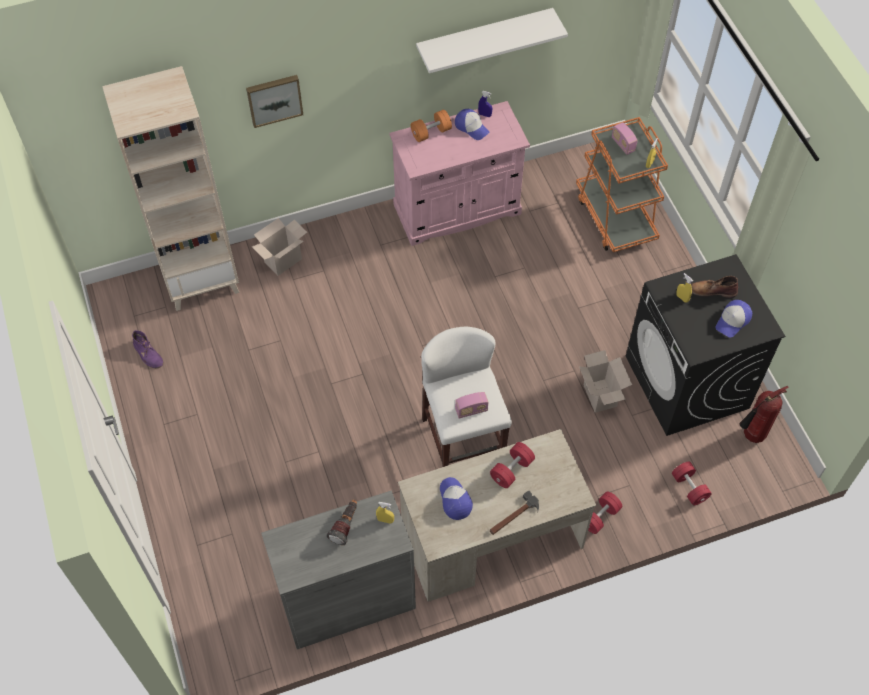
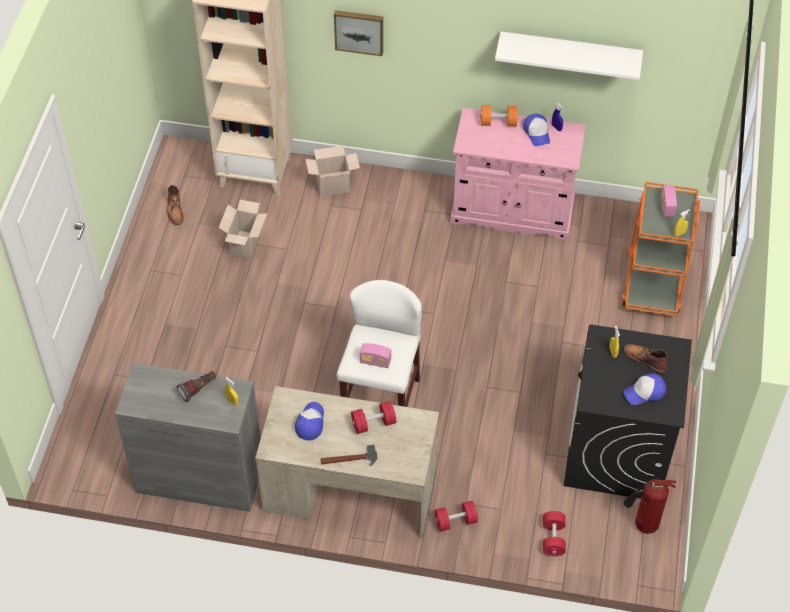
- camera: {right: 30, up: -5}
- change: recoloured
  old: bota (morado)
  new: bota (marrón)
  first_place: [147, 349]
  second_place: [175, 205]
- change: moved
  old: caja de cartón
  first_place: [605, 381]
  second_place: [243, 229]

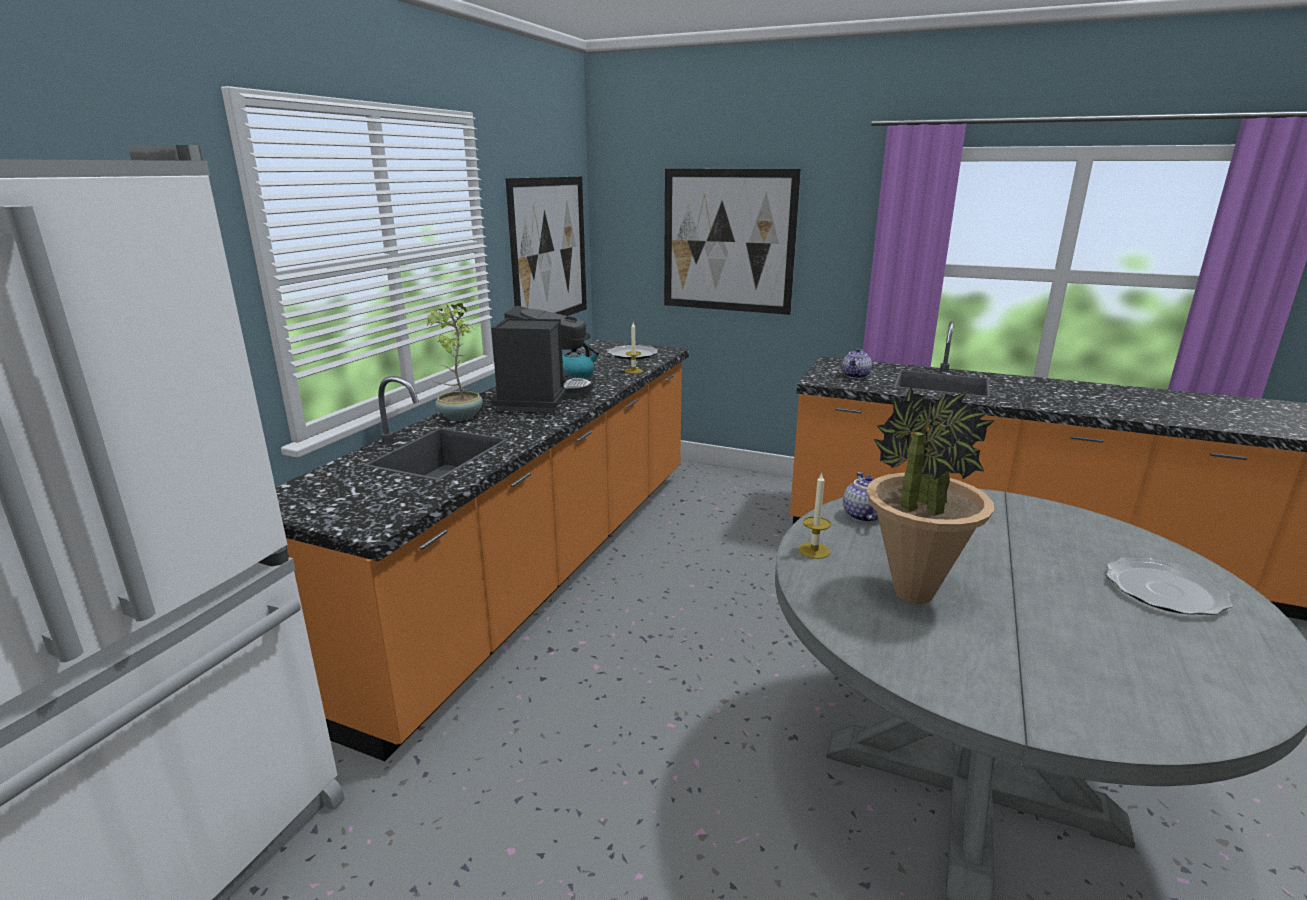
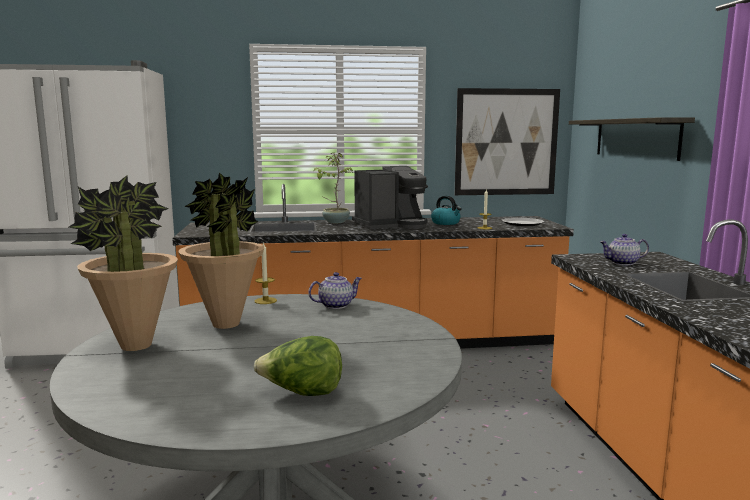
- camera: {right: 60, up: -10}
- change: replaced
  old: cuadro
  new: estante
  first_place: [732, 242]
  second_place: [632, 139]
- change: replaced
  old: plato
  new: lechuga
  first_place: [1169, 586]
  second_place: [298, 366]
- change: added
  new: planta en maceta
  second_place: [123, 263]

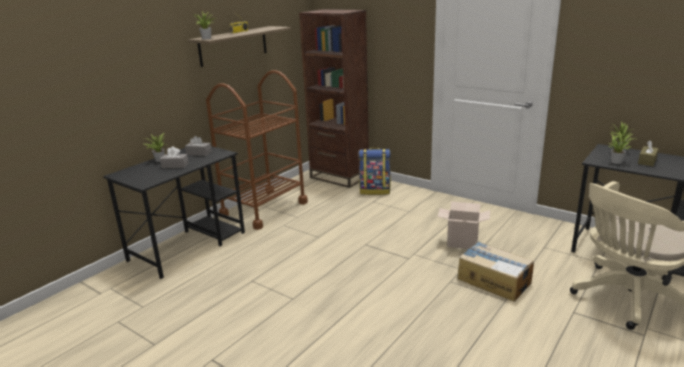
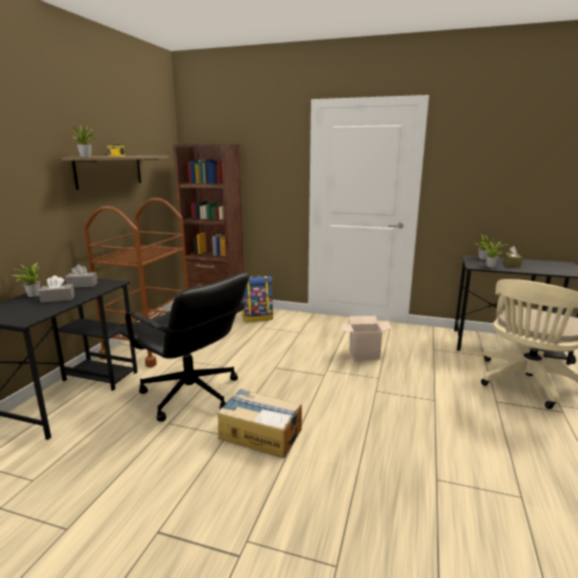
- camera: {right: -20, up: -5}
- change: moved
  old: caja de cartón
  first_place: [496, 271]
  second_place: [260, 423]
- change: added
  new: silla de oficina (negro)
  second_place: [184, 347]

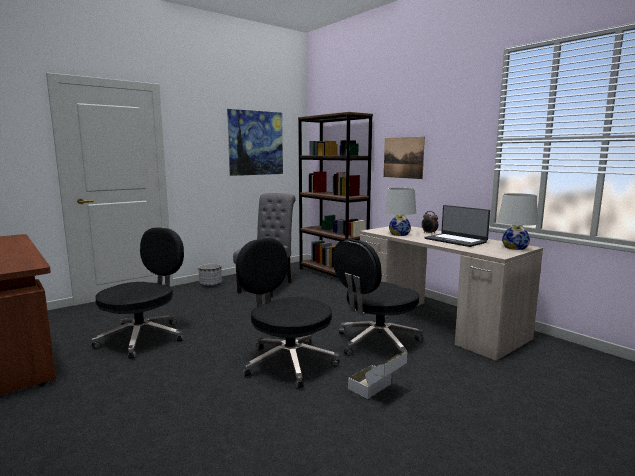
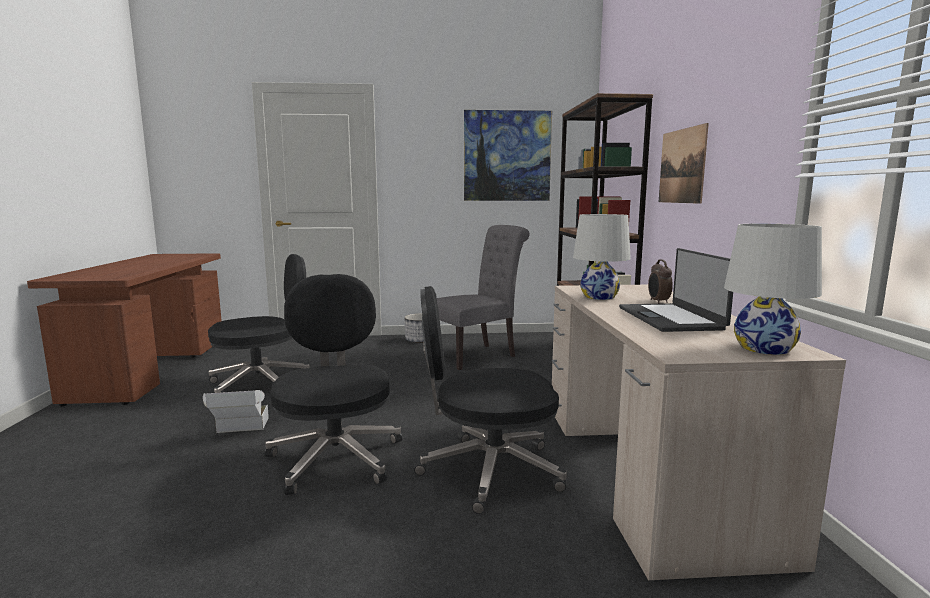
- camera: {right: 35, up: 0}
- change: moved
  old: caja de cartón
  first_place: [377, 374]
  second_place: [236, 411]

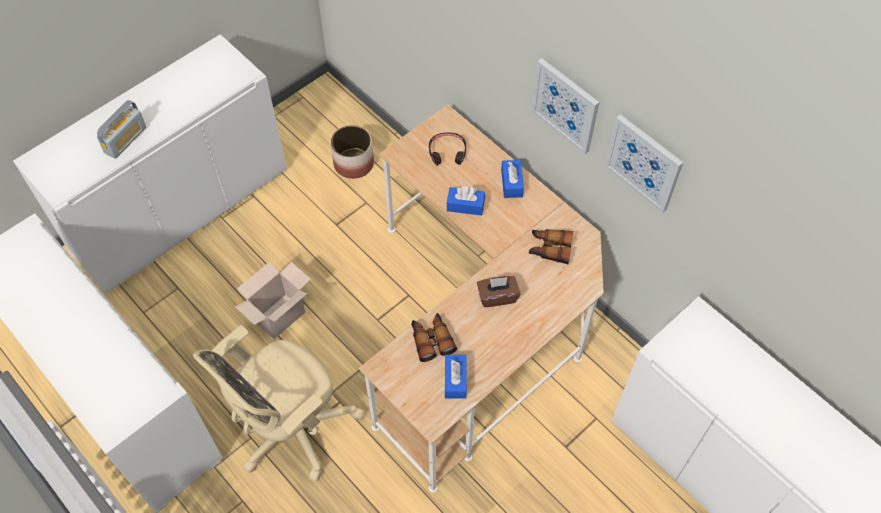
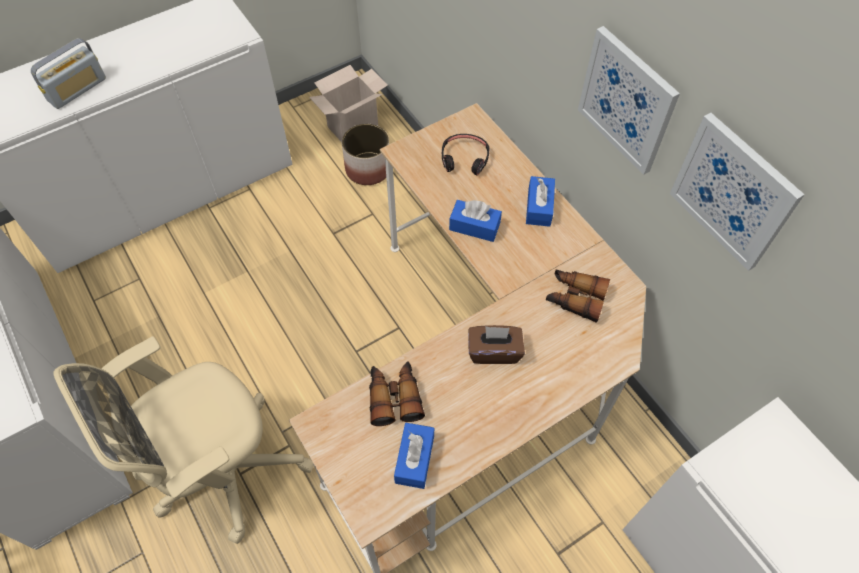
- camera: {right: 10, up: 0}
- change: moved
  old: caja de cartón
  first_place: [273, 300]
  second_place: [348, 103]

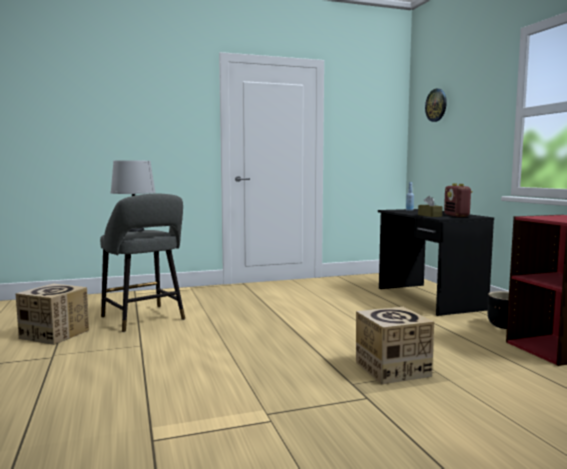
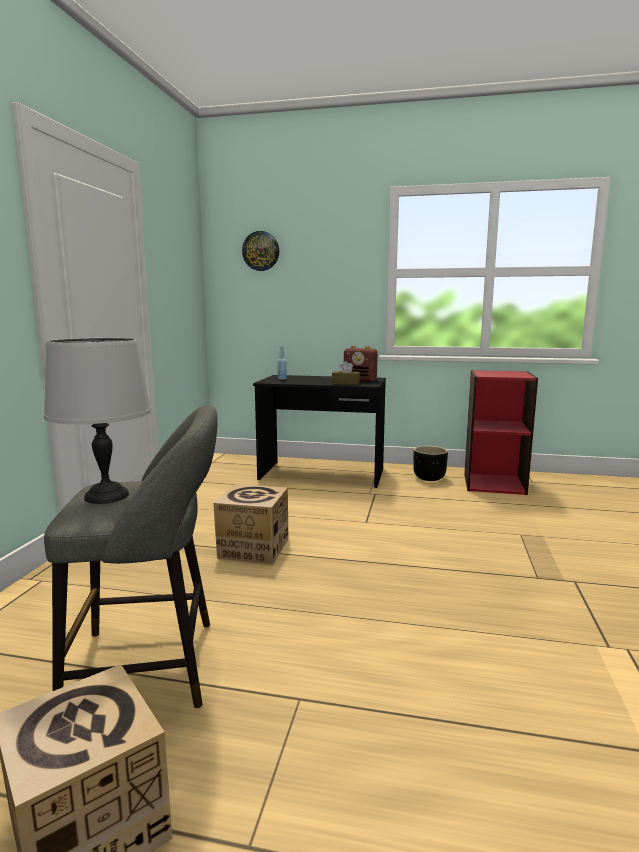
- camera: {right: -60, up: 5}
- change: moved
  old: caja de cartón
  first_place: [395, 345]
  second_place: [250, 524]

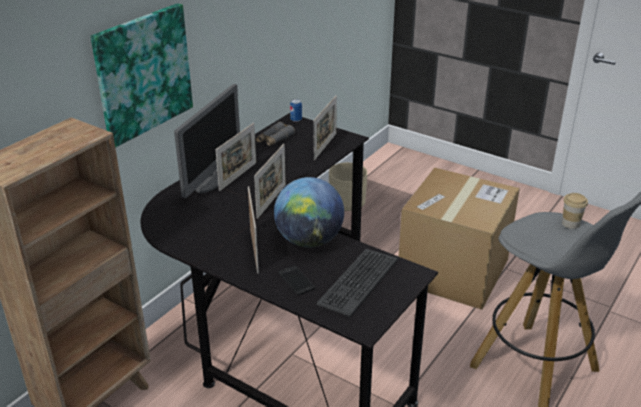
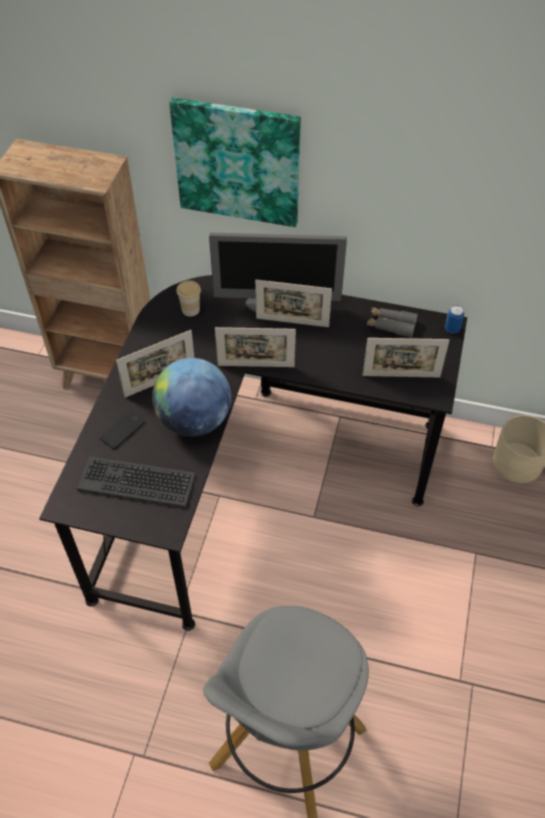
- camera: {right: 70, up: 20}
- change: removed
  old: caja de cartón
  first_place: [459, 238]
- change: moved
  old: taza
  first_place: [575, 211]
  second_place: [189, 298]

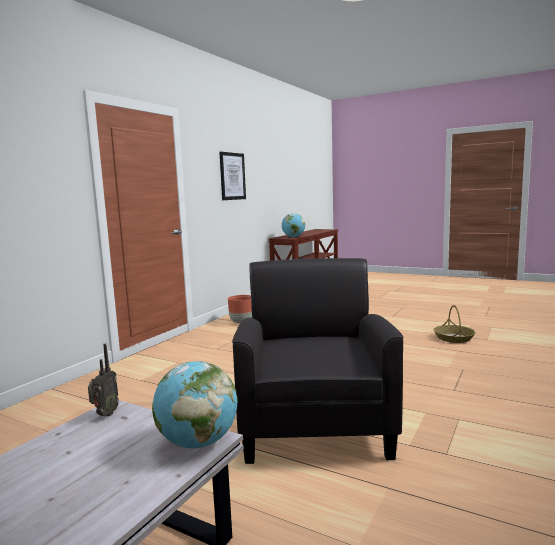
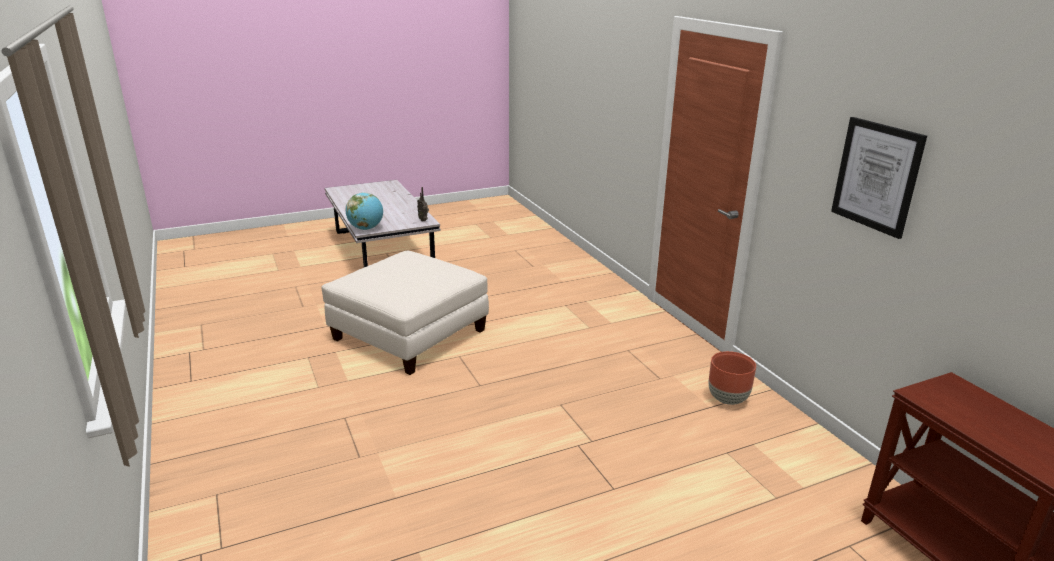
- camera: {right: 125, up: 15}
- change: replaced
  old: sillón (negro)
  new: puf (blanco)
  first_place: [317, 361]
  second_place: [405, 313]
- change: removed
  old: globo terráqueo
  first_place: [293, 225]
- change: removed
  old: cesta
  first_place: [455, 324]

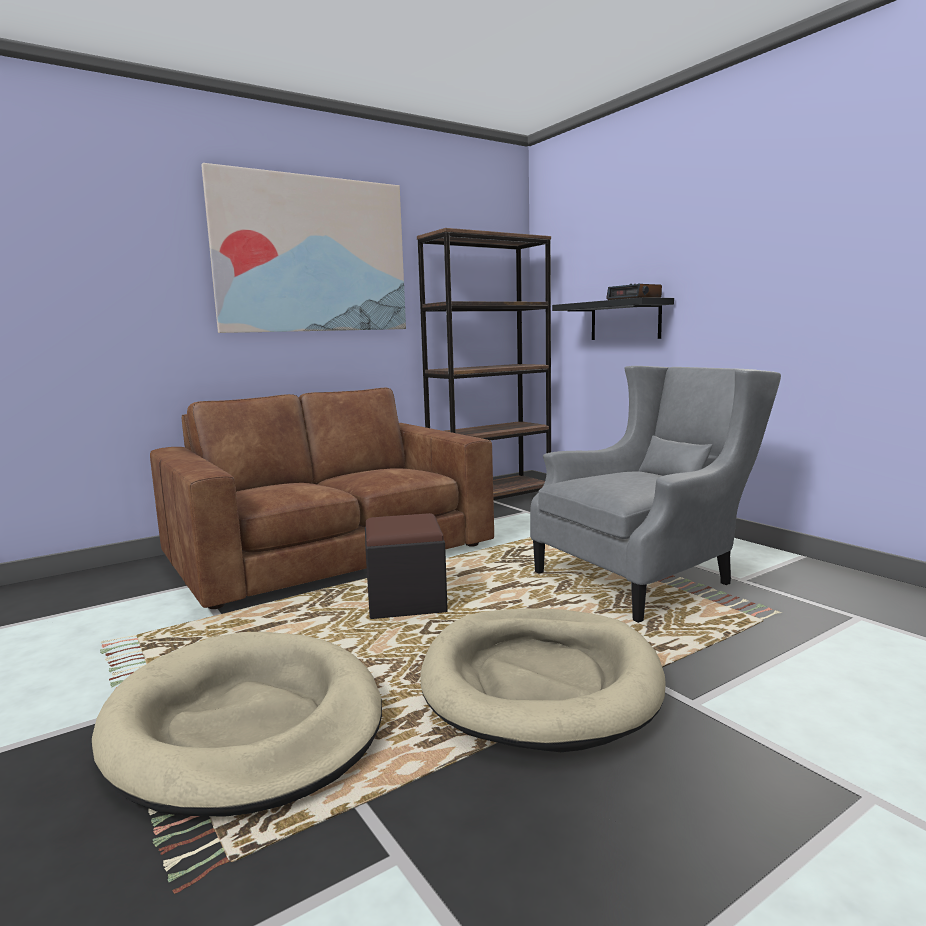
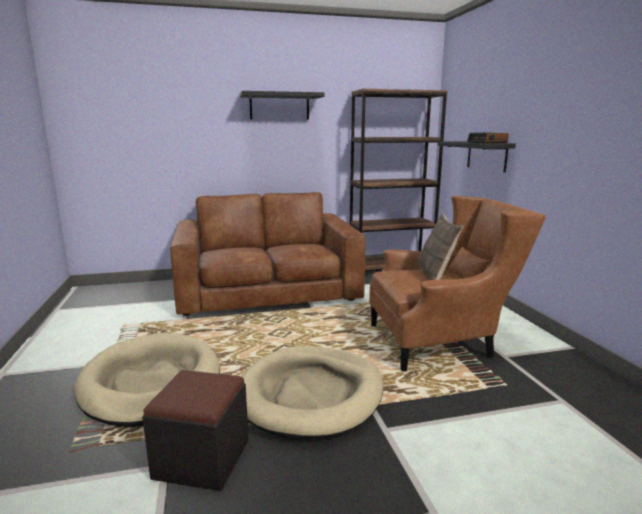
- camera: {right: 20, up: 5}
- change: replaced
  old: cuadro
  new: estante (negro)
  first_place: [303, 248]
  second_place: [282, 105]
- change: moved
  old: puf (negro)
  first_place: [406, 566]
  second_place: [195, 430]
- change: recoloured
  old: sillón (gris)
  new: sillón (marrón)
  first_place: [655, 494]
  second_place: [457, 284]
- change: added
  new: cojín
  second_place: [440, 246]

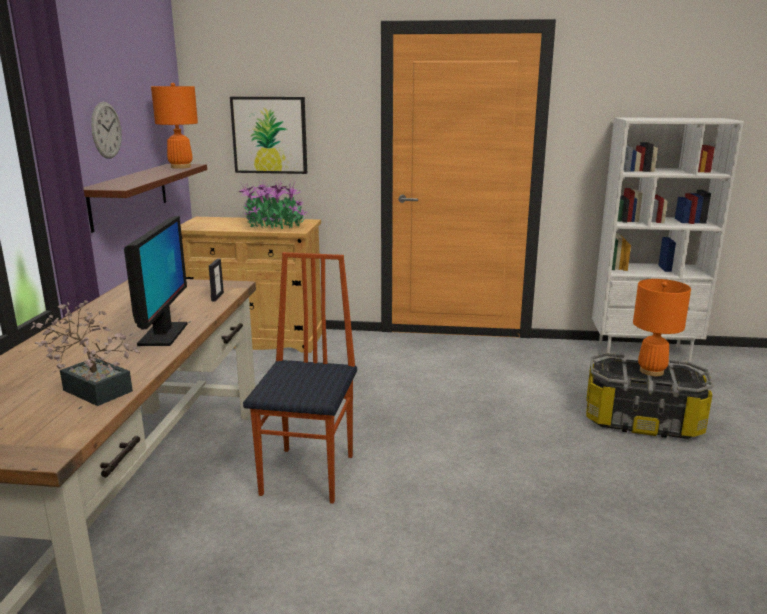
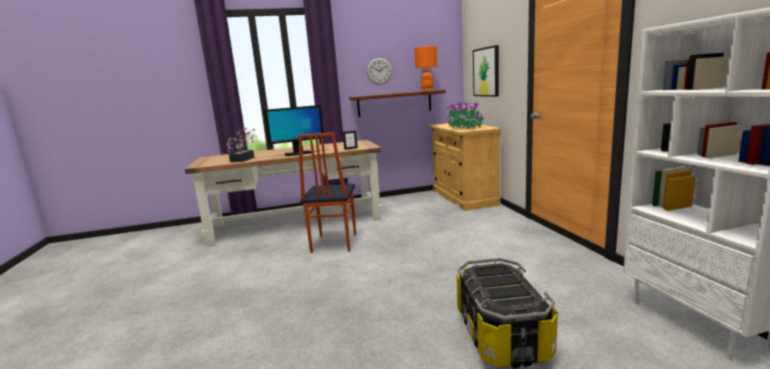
- camera: {right: 70, up: -5}
- change: turned
  old: silla
  first_place: [300, 378]
  second_place: [327, 192]
  degrees: 105
- change: removed
  old: lámpara de mesa (naranja)
  first_place: [662, 327]

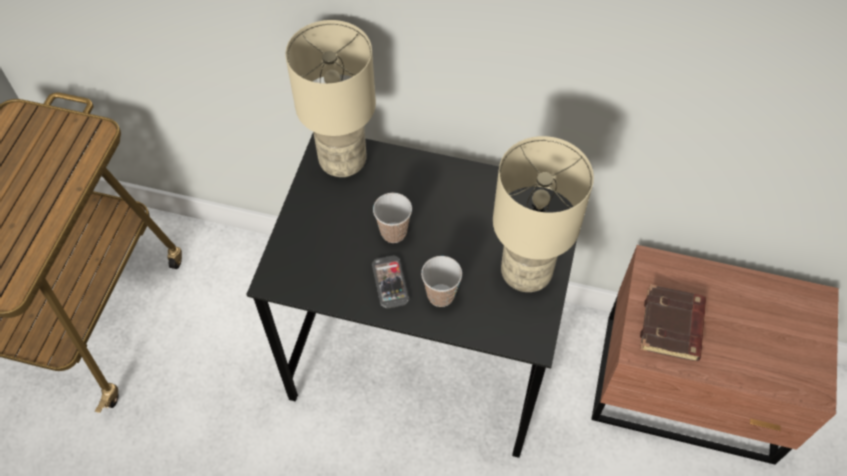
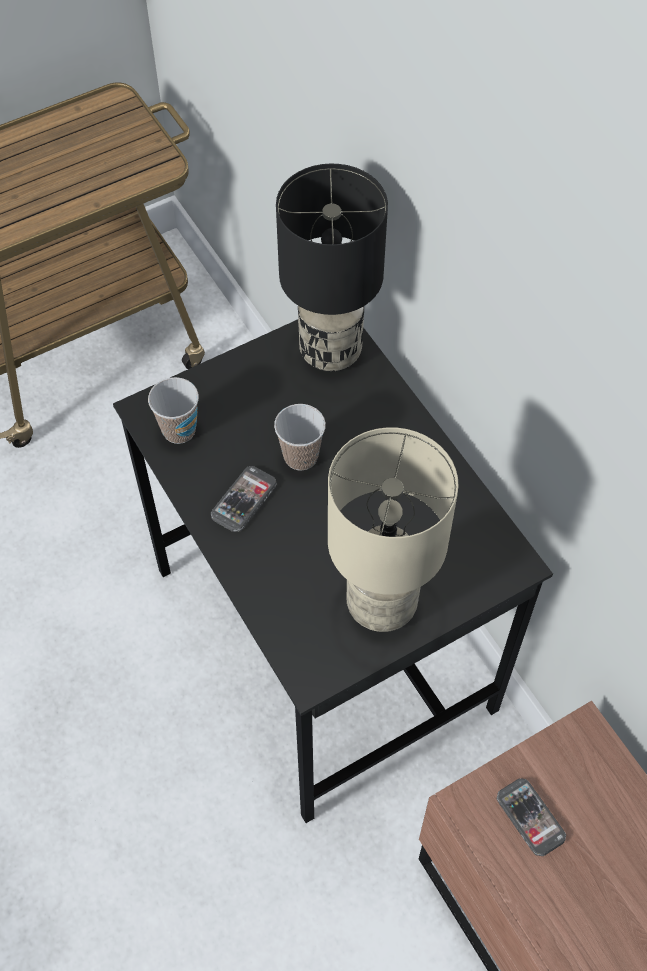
- camera: {right: 45, up: 0}
- change: recoloured
  old: lámpara de mesa (beis)
  new: lámpara de mesa (negro)
  first_place: [330, 98]
  second_place: [332, 267]
- change: moved
  old: taza
  first_place: [441, 281]
  second_place: [173, 410]
- change: replaced
  old: libro (marrón)
  new: móvil
  first_place: [673, 322]
  second_place: [531, 817]

